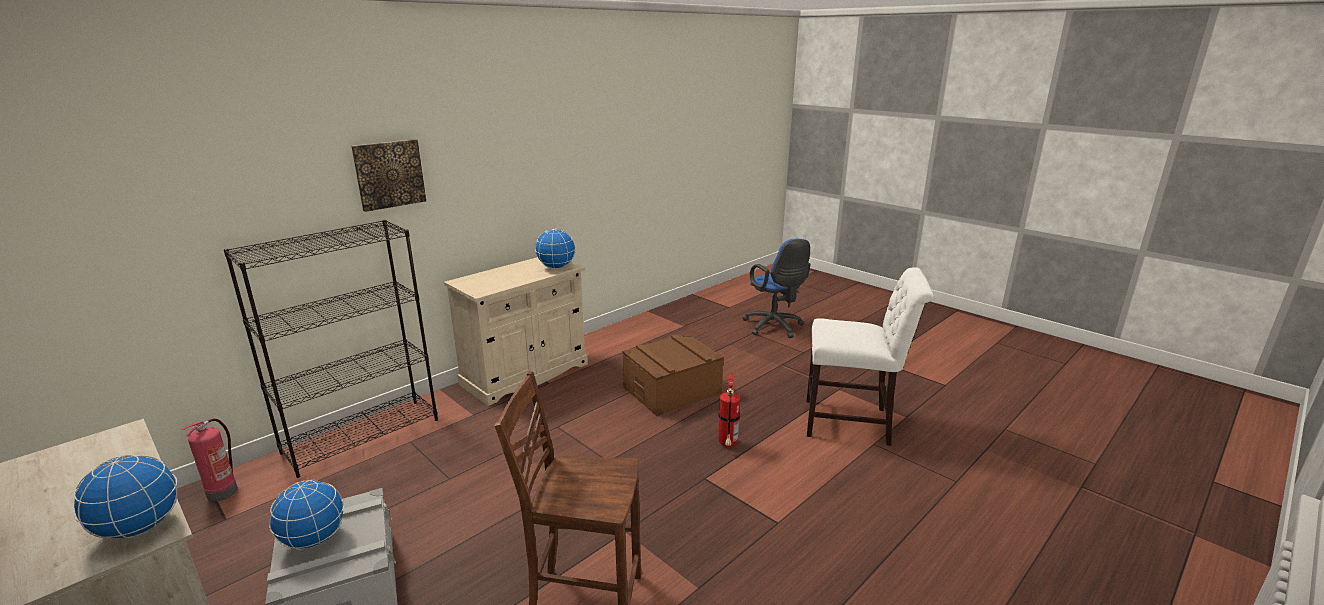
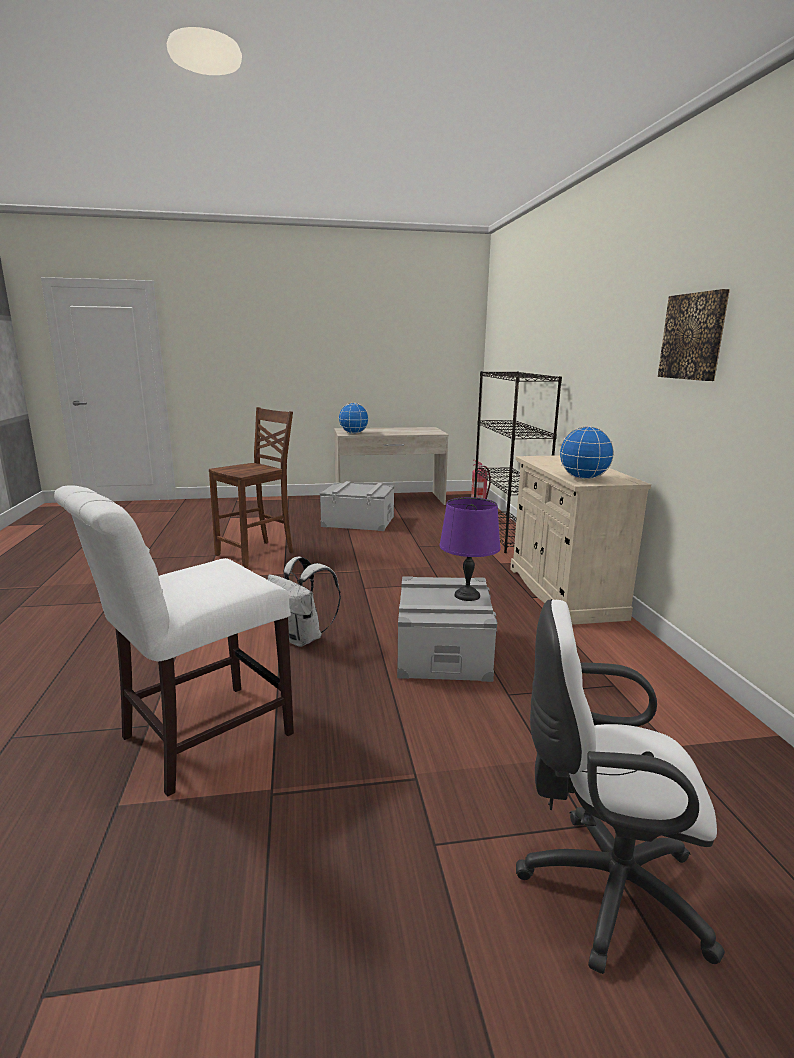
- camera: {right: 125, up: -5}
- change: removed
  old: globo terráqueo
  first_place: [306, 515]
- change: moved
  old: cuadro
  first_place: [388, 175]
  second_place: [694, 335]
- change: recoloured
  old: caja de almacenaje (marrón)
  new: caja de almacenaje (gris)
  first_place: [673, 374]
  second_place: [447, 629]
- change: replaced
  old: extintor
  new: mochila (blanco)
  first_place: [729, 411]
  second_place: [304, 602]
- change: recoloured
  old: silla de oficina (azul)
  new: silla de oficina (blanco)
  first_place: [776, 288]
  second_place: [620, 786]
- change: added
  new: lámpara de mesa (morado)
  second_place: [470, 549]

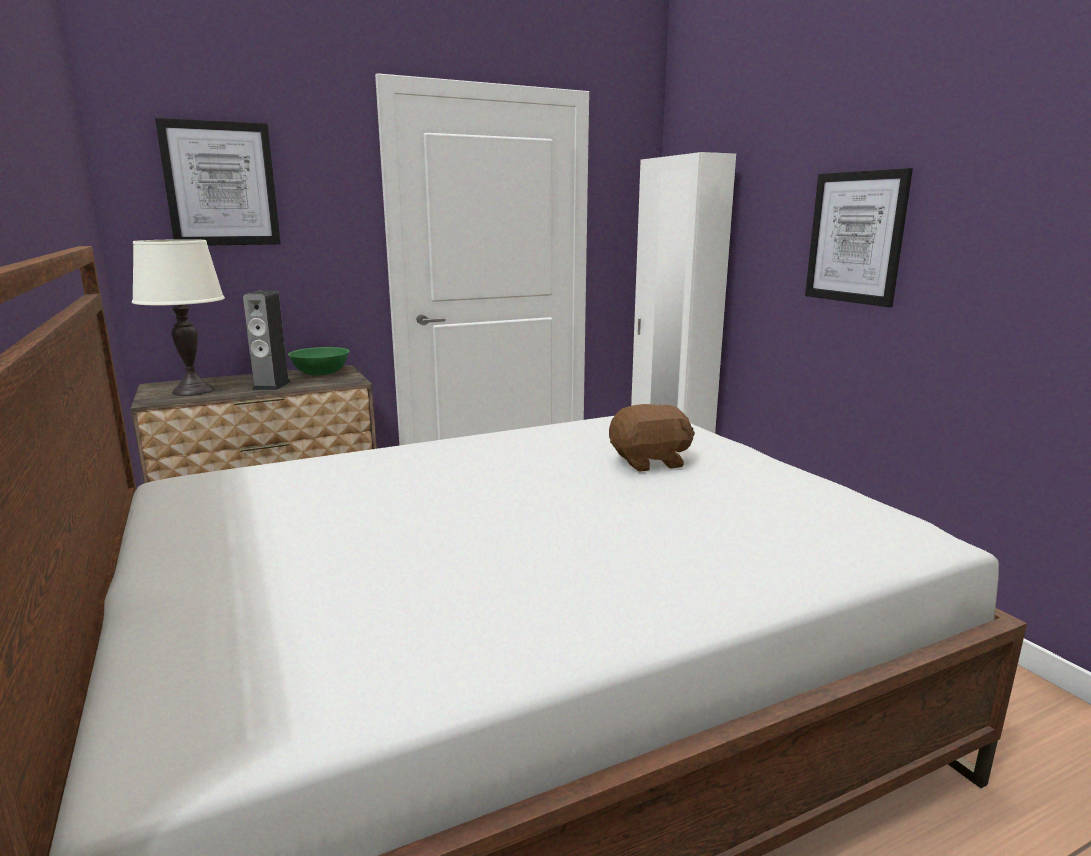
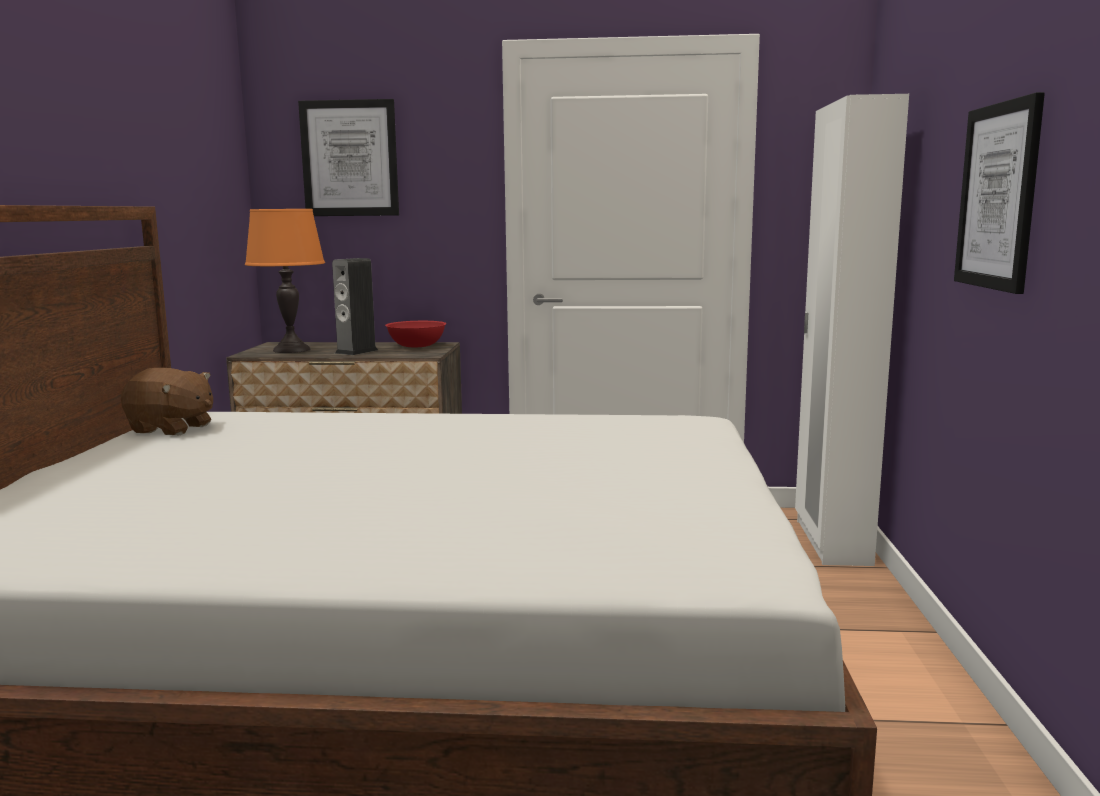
- camera: {right: 30, up: -5}
- change: recoloured
  old: lámpara de mesa (blanco)
  new: lámpara de mesa (naranja)
  first_place: [178, 317]
  second_place: [285, 281]
- change: recoloured
  old: cuenco (verde)
  new: cuenco (rojo)
  first_place: [318, 361]
  second_place: [415, 334]
- change: moved
  old: peluche (marrón)
  first_place: [652, 438]
  second_place: [167, 401]

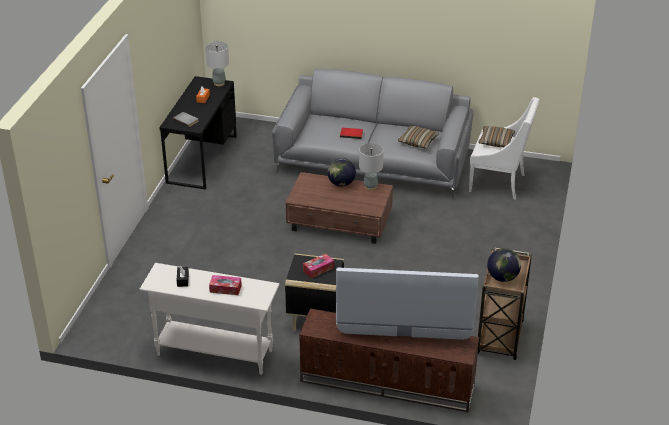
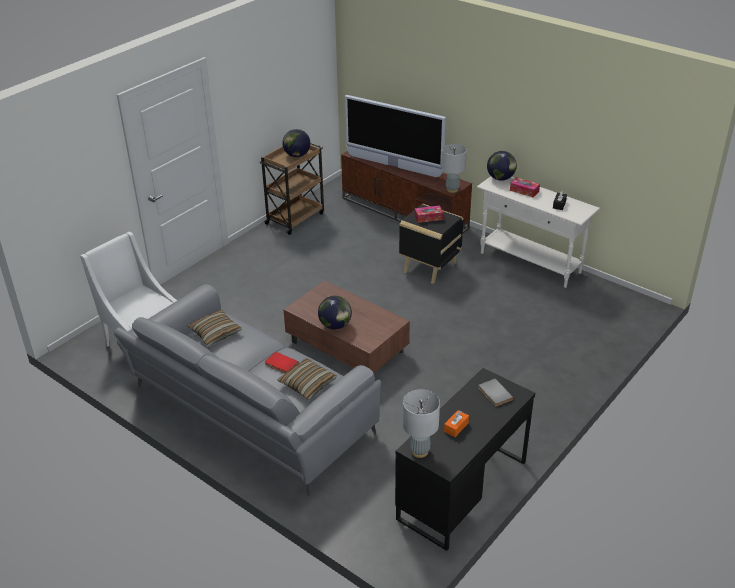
- camera: {right: -155, up: 0}
- change: moved
  old: lámpara de mesa (gris)
  first_place: [371, 167]
  second_place: [454, 168]
- change: moved
  old: cojín
  first_place: [496, 136]
  second_place: [307, 378]
- change: added
  new: globo terráqueo
  second_place: [502, 166]

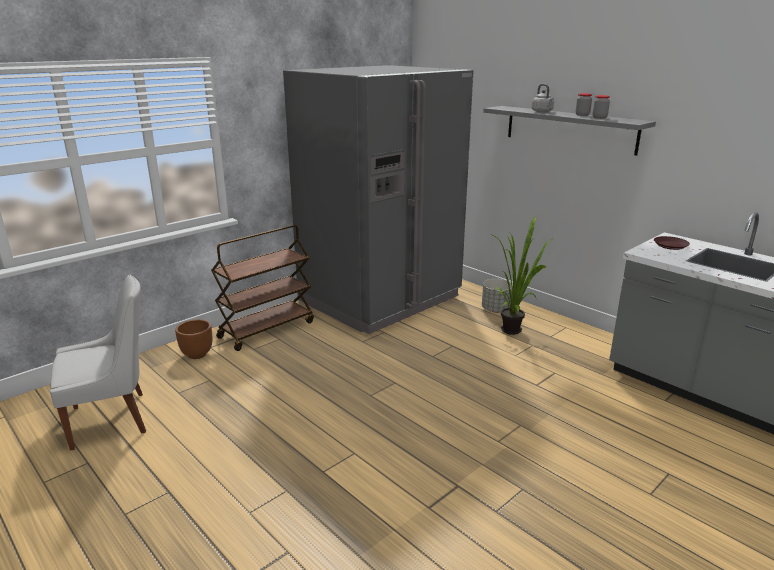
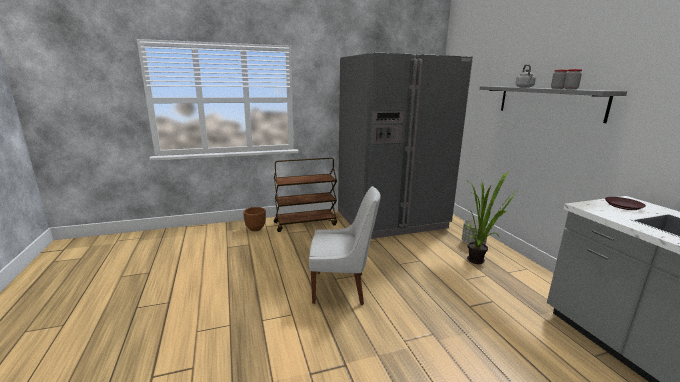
- camera: {right: 25, up: -5}
- change: moved
  old: silla (blanco)
  first_place: [98, 363]
  second_place: [345, 245]

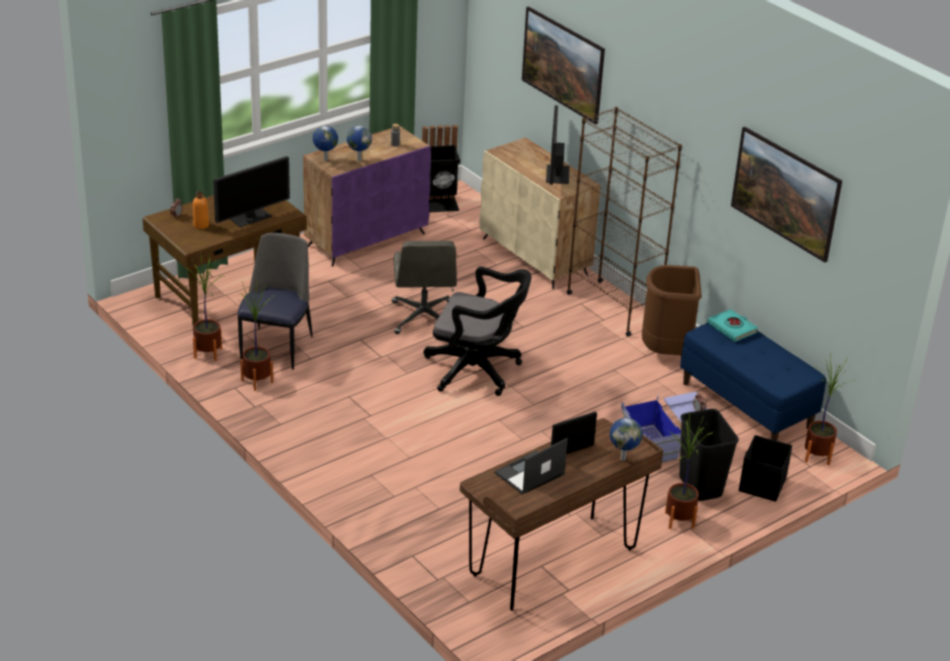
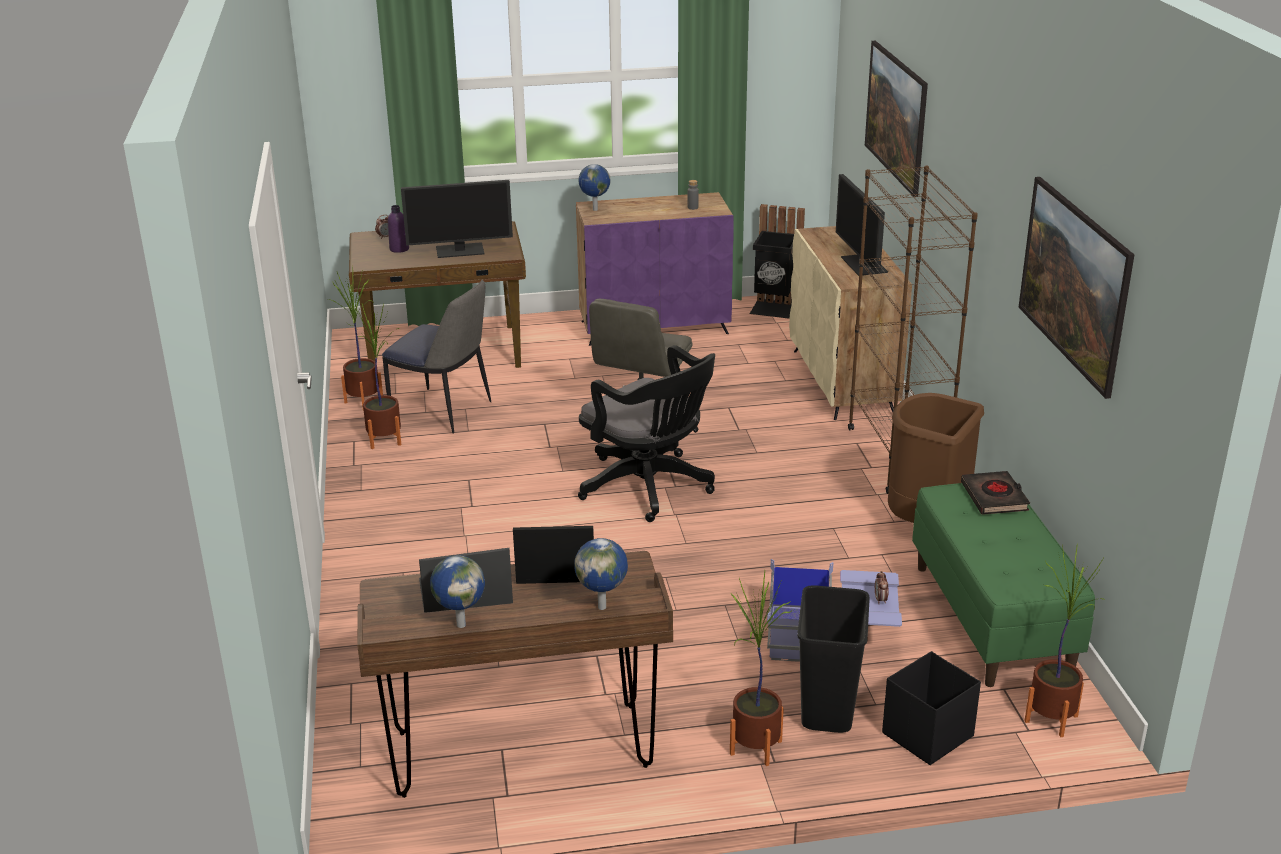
- camera: {right: 30, up: -5}
- change: recoloured
  old: botella (naranja)
  new: botella (morado)
  first_place: [201, 210]
  second_place: [398, 229]
- change: turned
  old: silla
  first_place: [275, 301]
  second_place: [436, 357]
  degrees: 75
- change: moved
  old: globo terráqueo
  first_place: [359, 143]
  second_place: [457, 591]
- change: turned
  old: monitor
  first_place: [557, 145]
  second_place: [862, 225]
  degrees: -45
- change: recoloured
  old: banco (azul)
  new: banco (verde)
  first_place: [753, 382]
  second_place: [1003, 585]
- change: recoloured
  old: libro (turquesa)
  new: libro (negro)
  first_place: [732, 325]
  second_place: [995, 493]

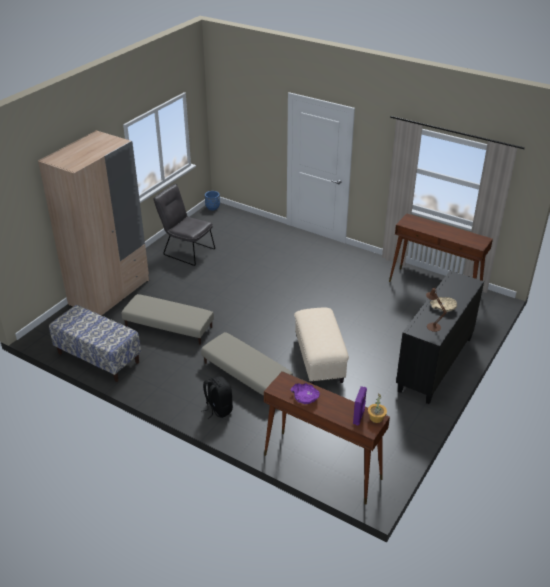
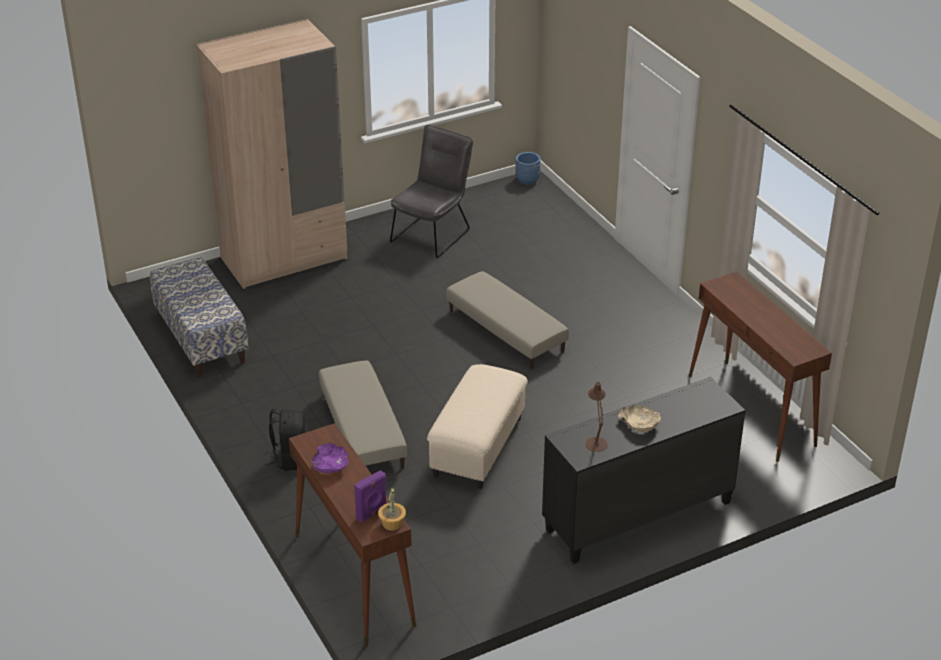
- camera: {right: 30, up: 0}
- change: moved
  old: puf (beis)
  first_place: [168, 319]
  second_place: [507, 320]
- change: turned
  old: silla (gris)
  first_place: [184, 225]
  second_place: [431, 191]
  degrees: 60

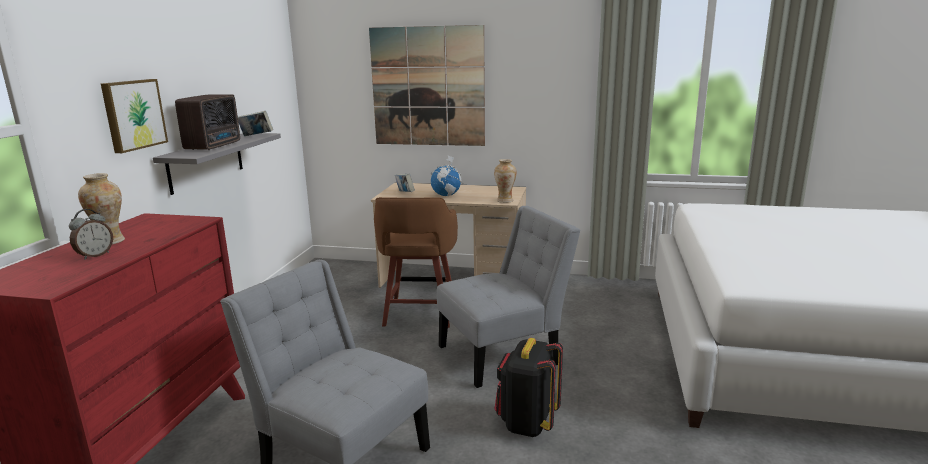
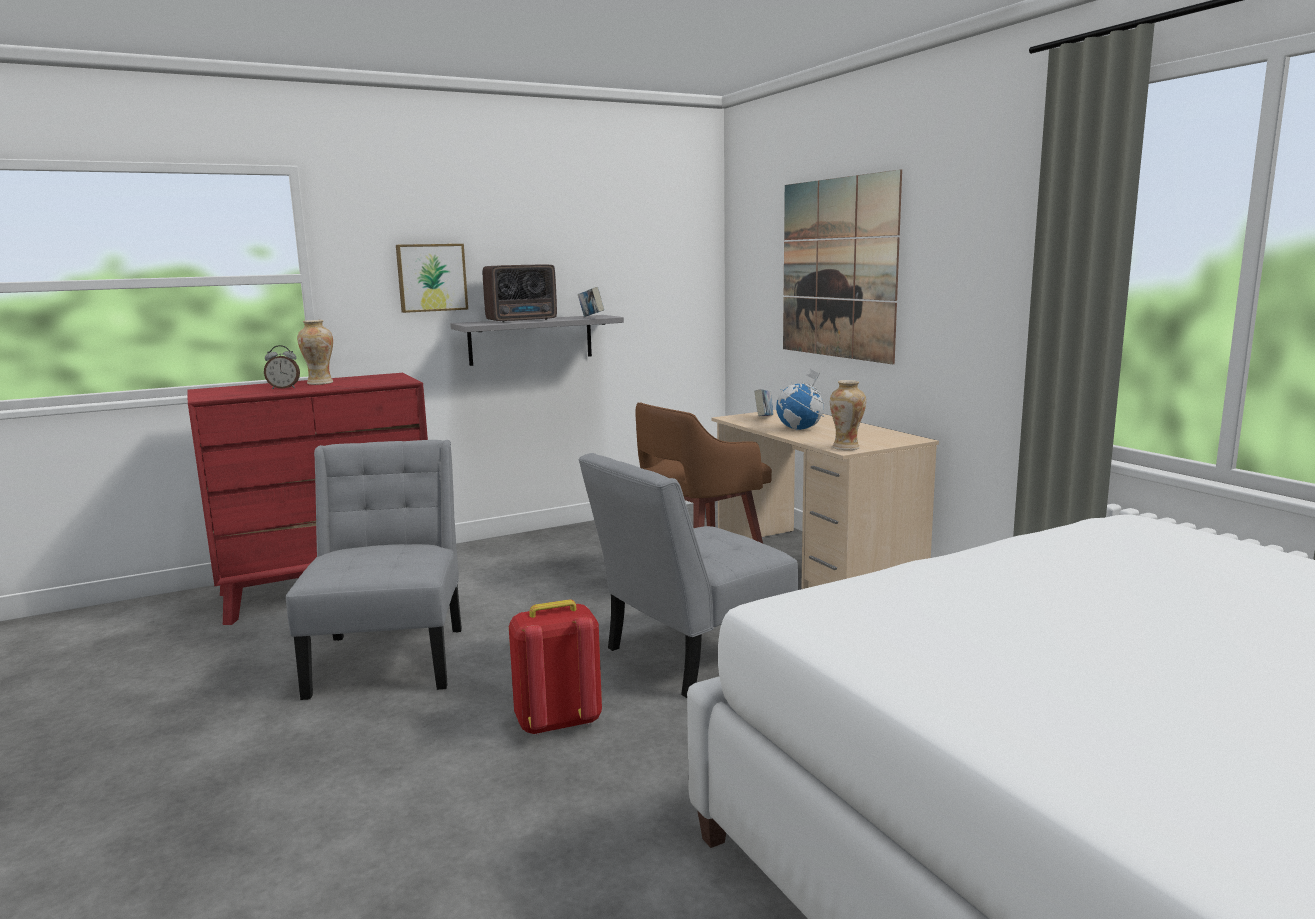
- camera: {right: 50, up: -5}
- change: turned
  old: silla (gris)
  first_place: [508, 297]
  second_place: [688, 575]
  degrees: 120
- change: recoloured
  old: mochila (negro)
  new: mochila (rojo)
  first_place: [529, 387]
  second_place: [555, 667]

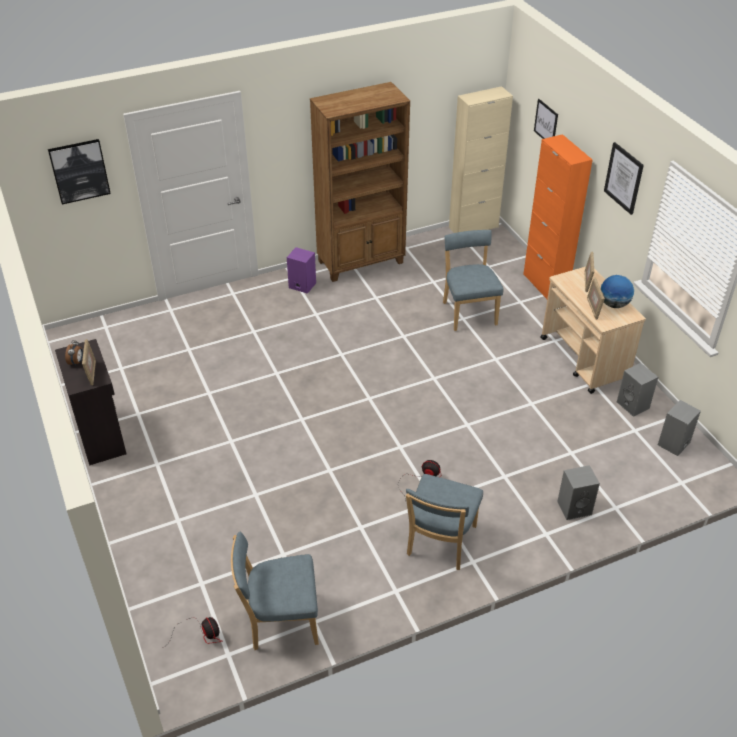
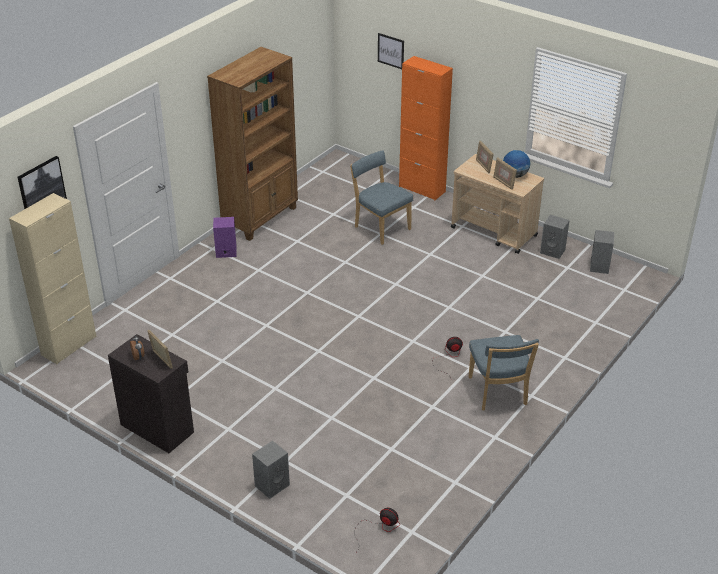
- camera: {right: -30, up: -5}
- change: removed
  old: silla (azul)
  first_place: [275, 591]
- change: moved
  old: armario (beis)
  first_place: [481, 159]
  second_place: [52, 278]
- change: moved
  old: altavoz (gris)
  first_place: [578, 492]
  second_place: [271, 470]
- change: removed
  old: cuadro
  first_place: [624, 178]

